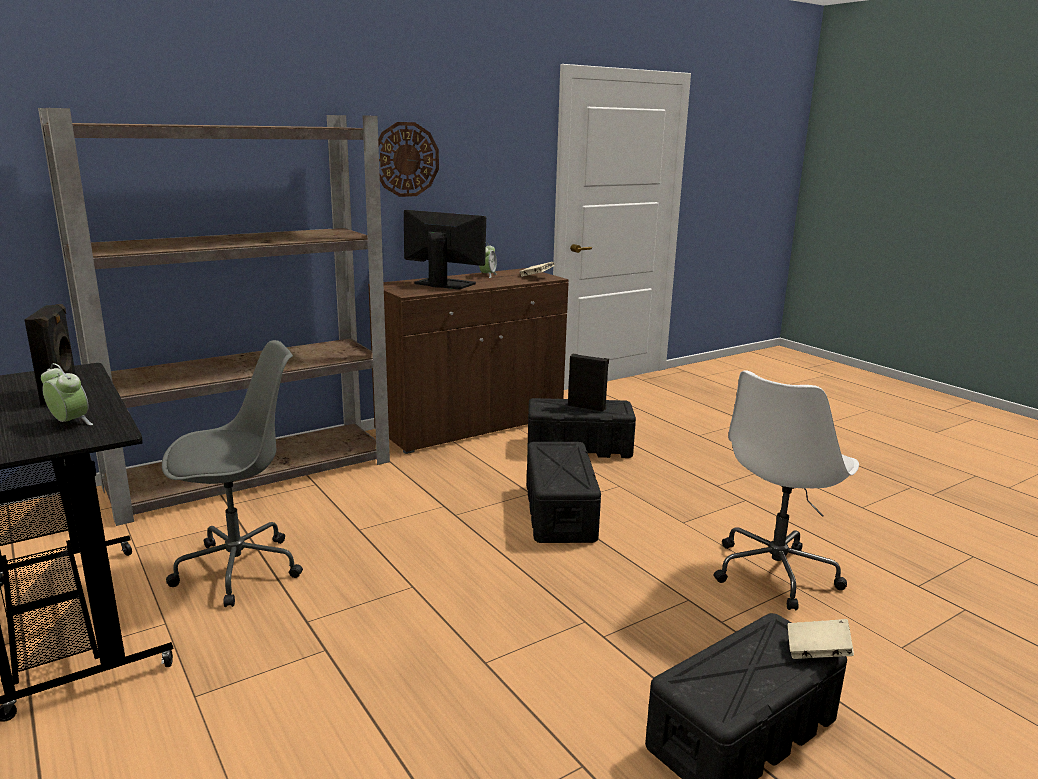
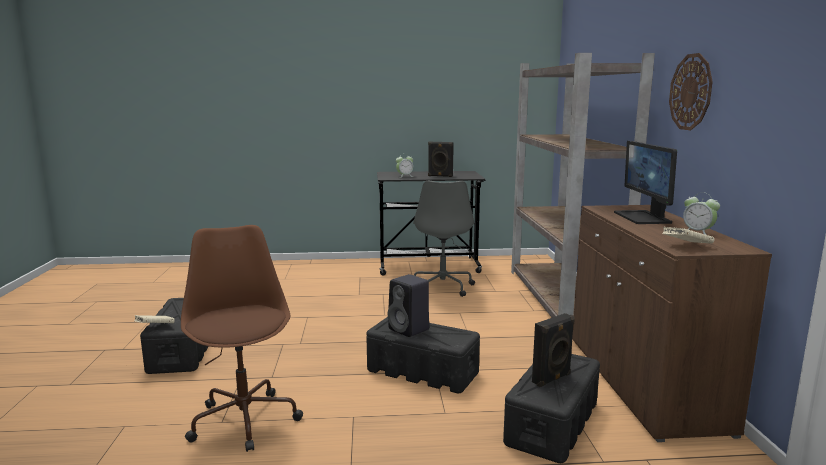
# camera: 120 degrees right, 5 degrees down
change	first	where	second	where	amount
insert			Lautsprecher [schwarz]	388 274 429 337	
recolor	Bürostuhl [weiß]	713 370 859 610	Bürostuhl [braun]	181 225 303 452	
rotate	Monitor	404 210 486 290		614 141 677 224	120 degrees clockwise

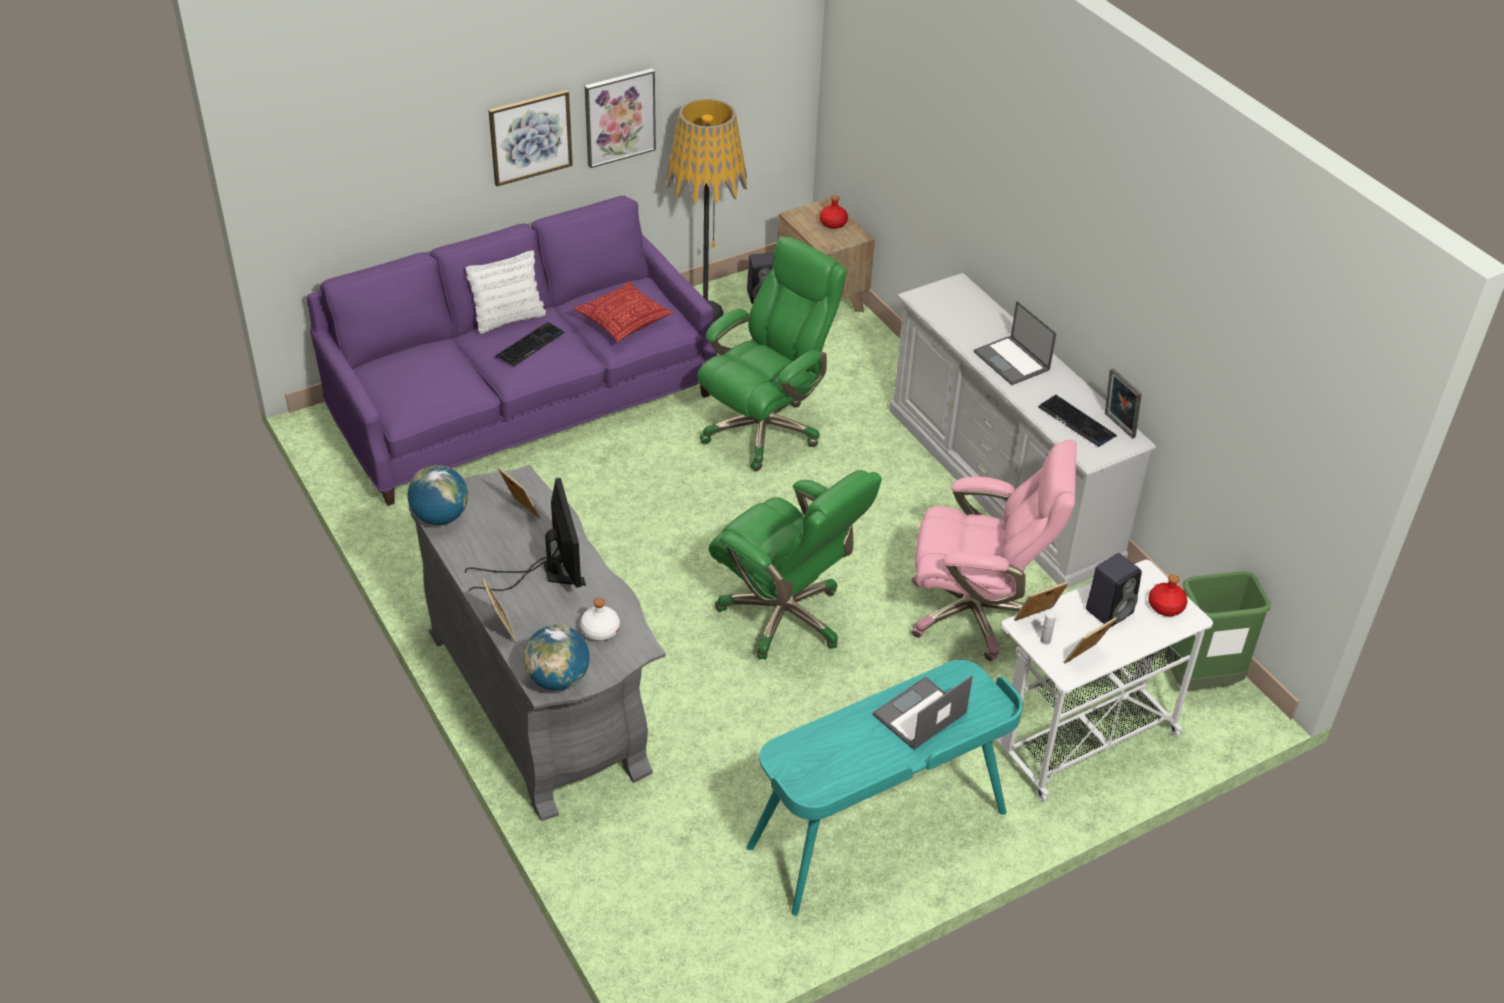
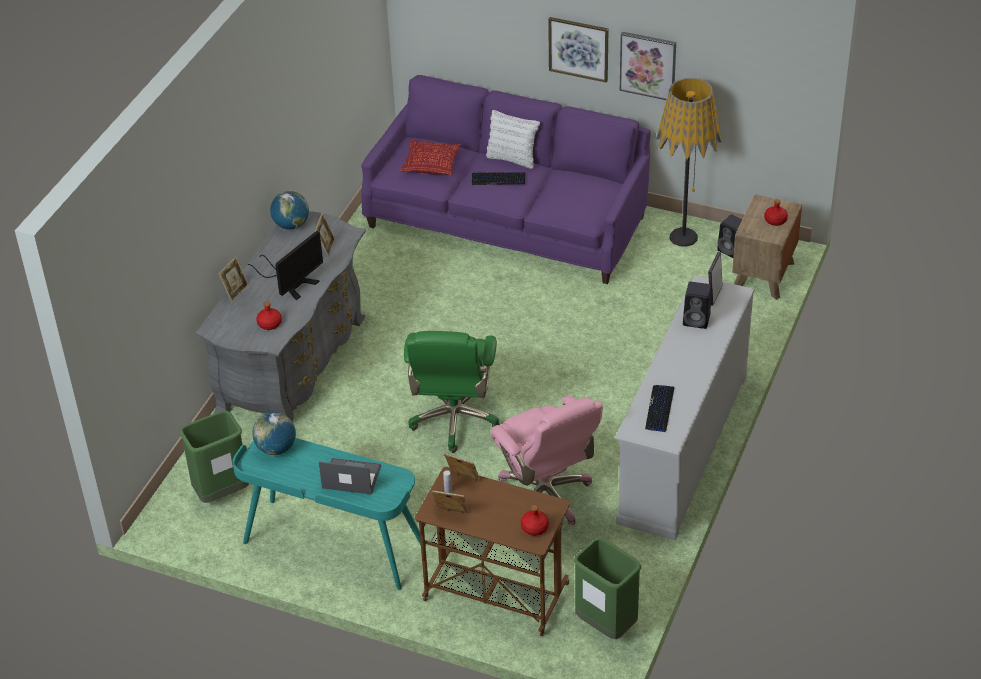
# camera: 55 degrees right, 0 degrees up
change	first	where	second	where	amount
delete	Bürostuhl [grün]	697 236 847 471			
delete	Laptop	974 301 1057 385			
insert			Mülleimer [grün]	180 411 249 503	
move	Globus	524 625 590 691		253 412 296 455	
move	Kissen [rot]	574 281 673 342		400 140 461 176	
move	Lautsprecher [schwarz]	1086 553 1142 627		683 282 711 329	
move	Bilderrahmen	1105 368 1142 439		708 252 723 306	
recolor	Flasche [weiß]	580 598 620 641	Flasche [rot]	256 302 282 330	
recolor	Schreibtisch [weiß]	996 560 1213 802	Schreibtisch [braun]	415 467 570 636	

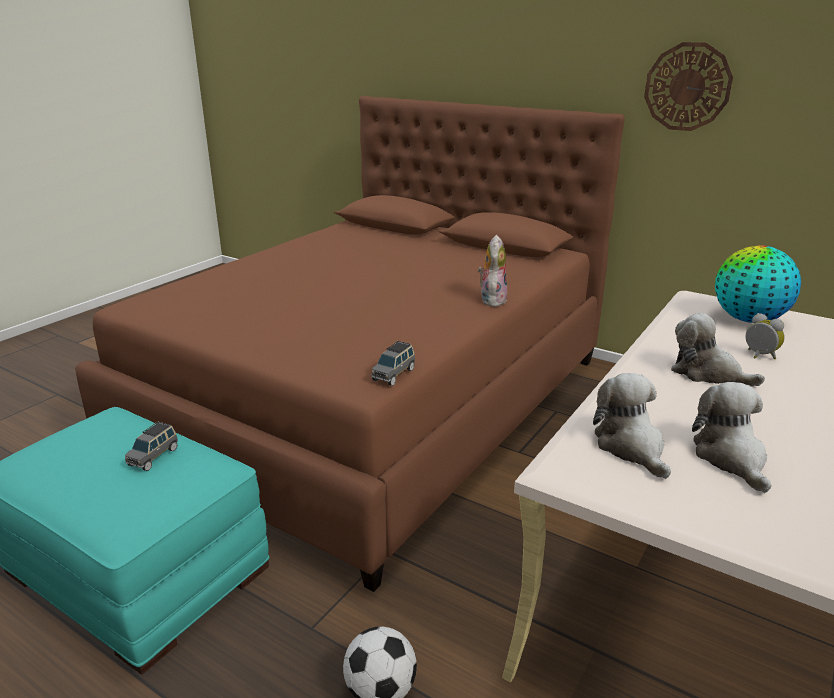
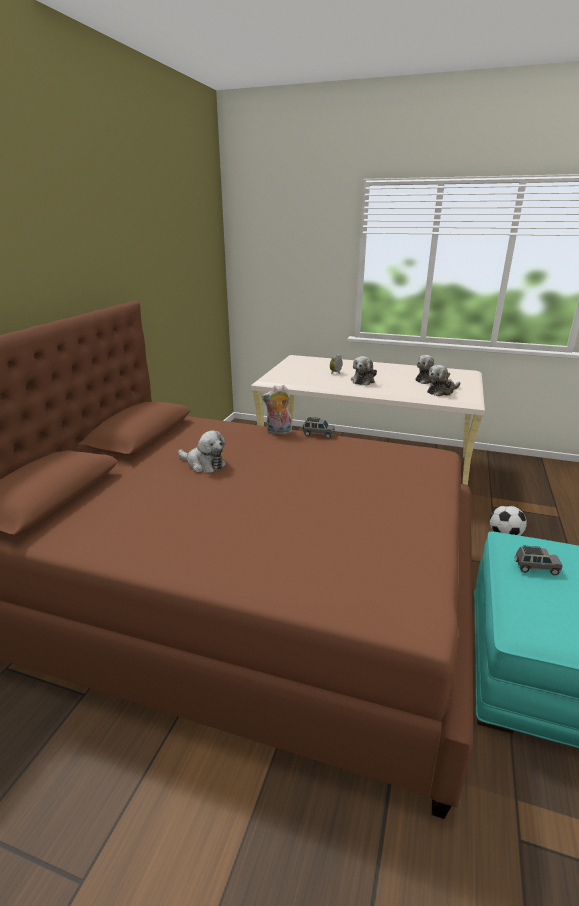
# camera: 105 degrees left, 0 degrees up
change	first	where	second	where	amount
delete	Wanduhr	644 42 733 131			
delete	Globus	715 245 801 323			
insert			Plüschtier	178 430 226 473	
move	Spielzeugauto [grau]	371 341 415 386		303 417 335 439	

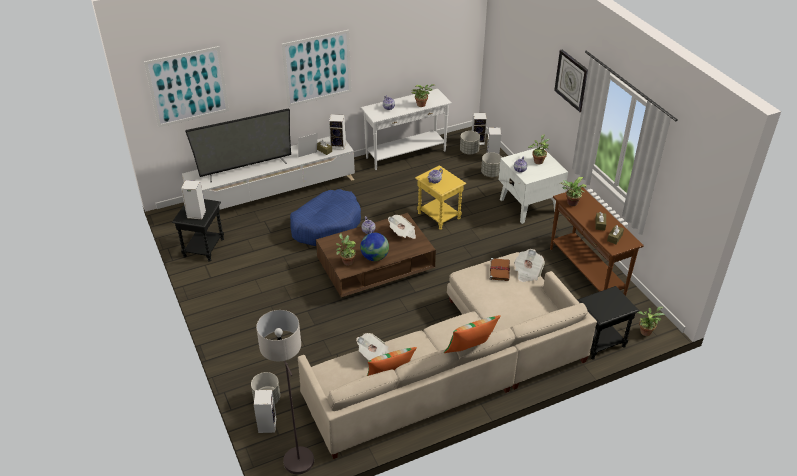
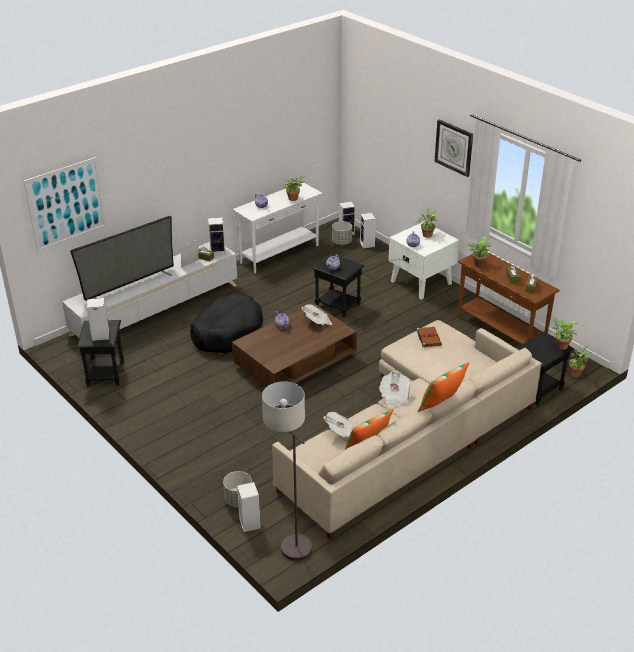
# camera: 15 degrees left, 5 degrees down
change	first	where	second	where	amount
delete	Bild	282 30 352 107			
delete	Globus	360 233 389 261			
delete	Pflanzkübel [grau]	481 152 502 177			
move	Topfpflanze	336 233 357 266		552 317 578 350	
move	Zeitung	514 249 545 282		379 371 412 408	
recolor	Hundebett [blau]	290 189 361 246	Hundebett [schwarz]	190 293 263 353	
recolor	Beistelltisch [gelb]	415 165 467 230	Beistelltisch [schwarz]	311 253 365 318	

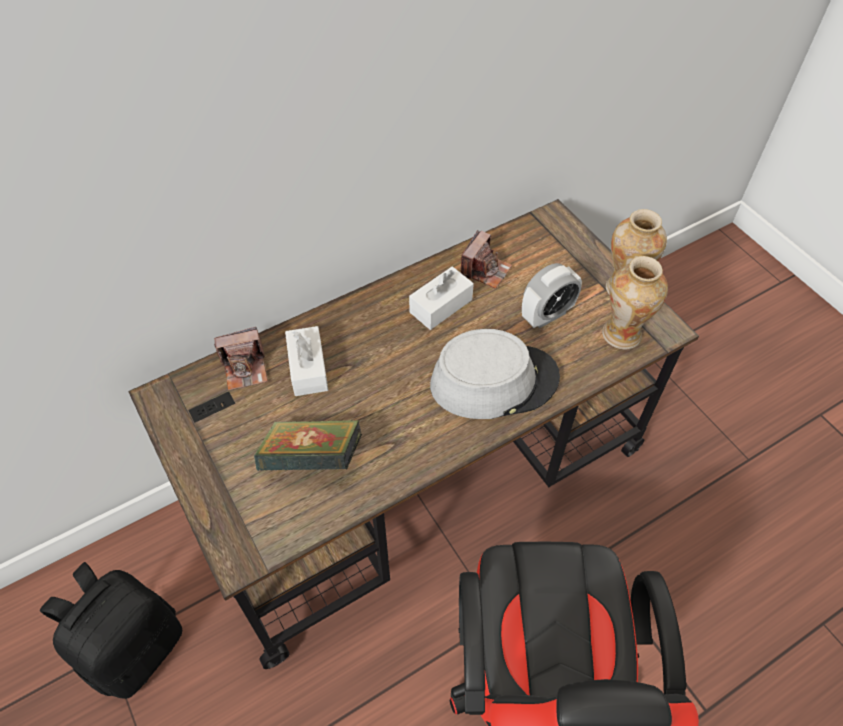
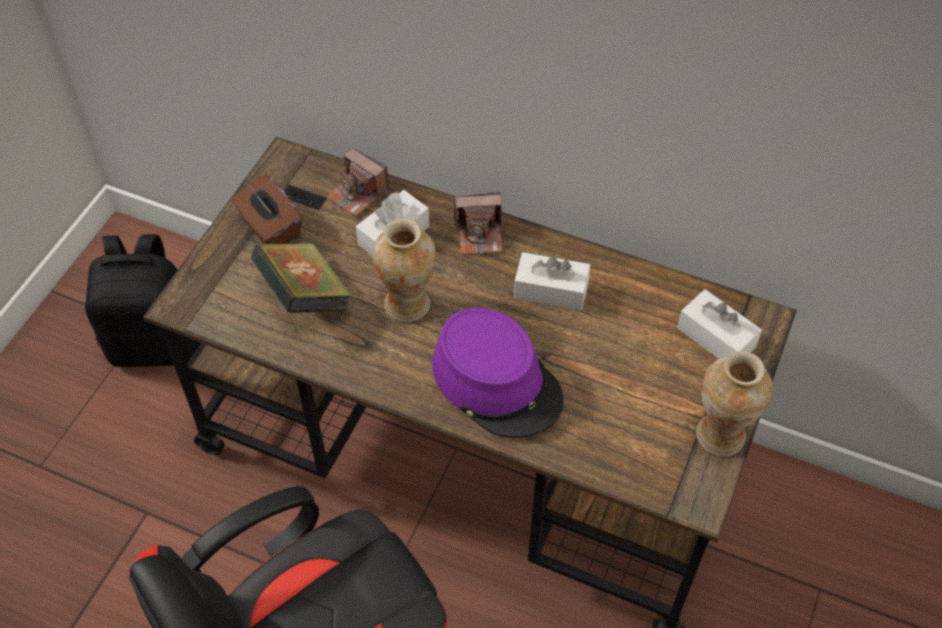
# camera: 55 degrees right, 0 degrees up
change	first	where	second	where	amount
delete	Wecker	522 263 582 328			
insert			Taschentuchbox [braun]	232 174 302 244	
insert			Taschentuchbox [weiß]	677 289 762 359	
move	Kamera	461 230 512 289		453 192 503 255	
move	Vase	602 256 668 350		372 219 436 322	
recolor	Hut [grau]	430 329 560 419	Hut [lila]	432 308 564 438	

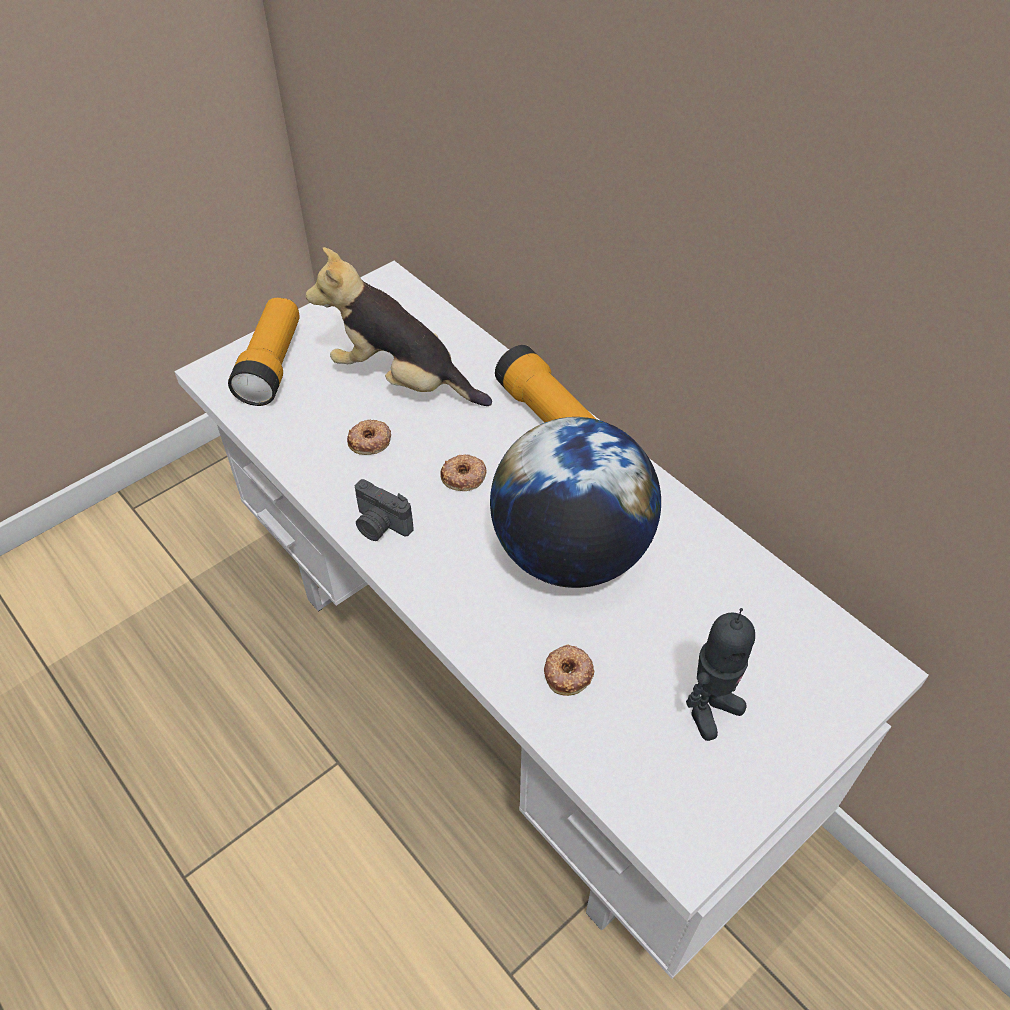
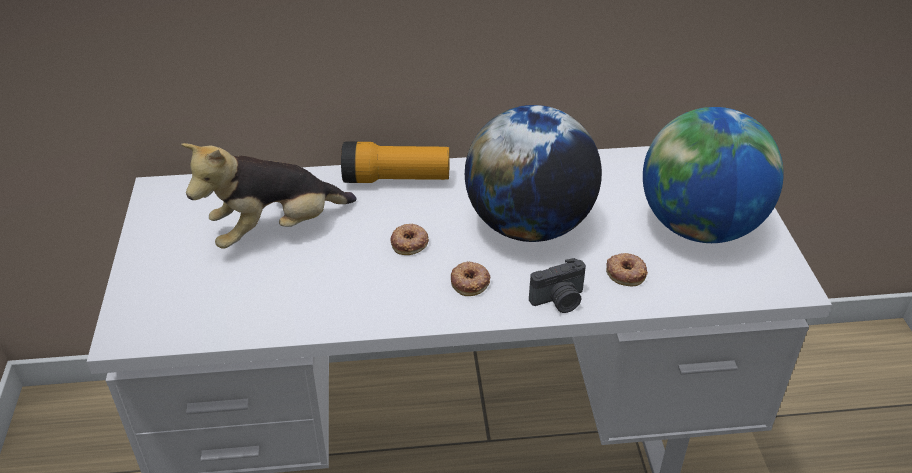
# camera: 55 degrees left, 10 degrees down
change	first	where	second	where	amount
delete	Taschenlampe	228 298 300 406			
move	Donut	347 420 391 455		451 262 490 296	
move	Kamera	355 479 414 541		529 258 586 313	
replace	Spielzeugroboter	686 608 755 741	Globus	643 107 784 243	

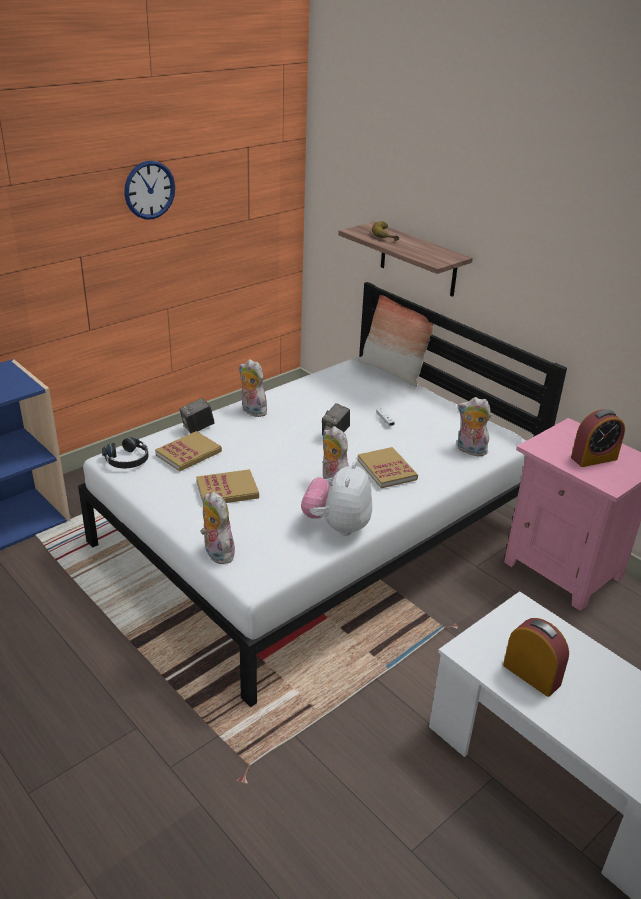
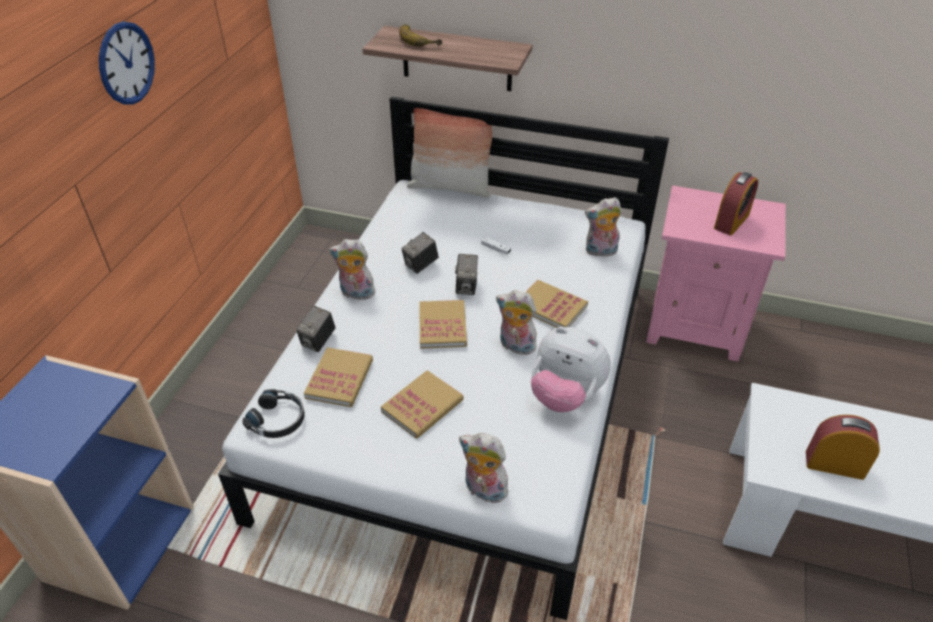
# camera: 30 degrees left, 10 degrees up
change	first	where	second	where	amount
insert			Kamera	401 232 439 274	
insert			Buch	419 300 467 349	
rotate	Plüschtier	301 462 372 536		531 327 611 412	45 degrees counterclockwise

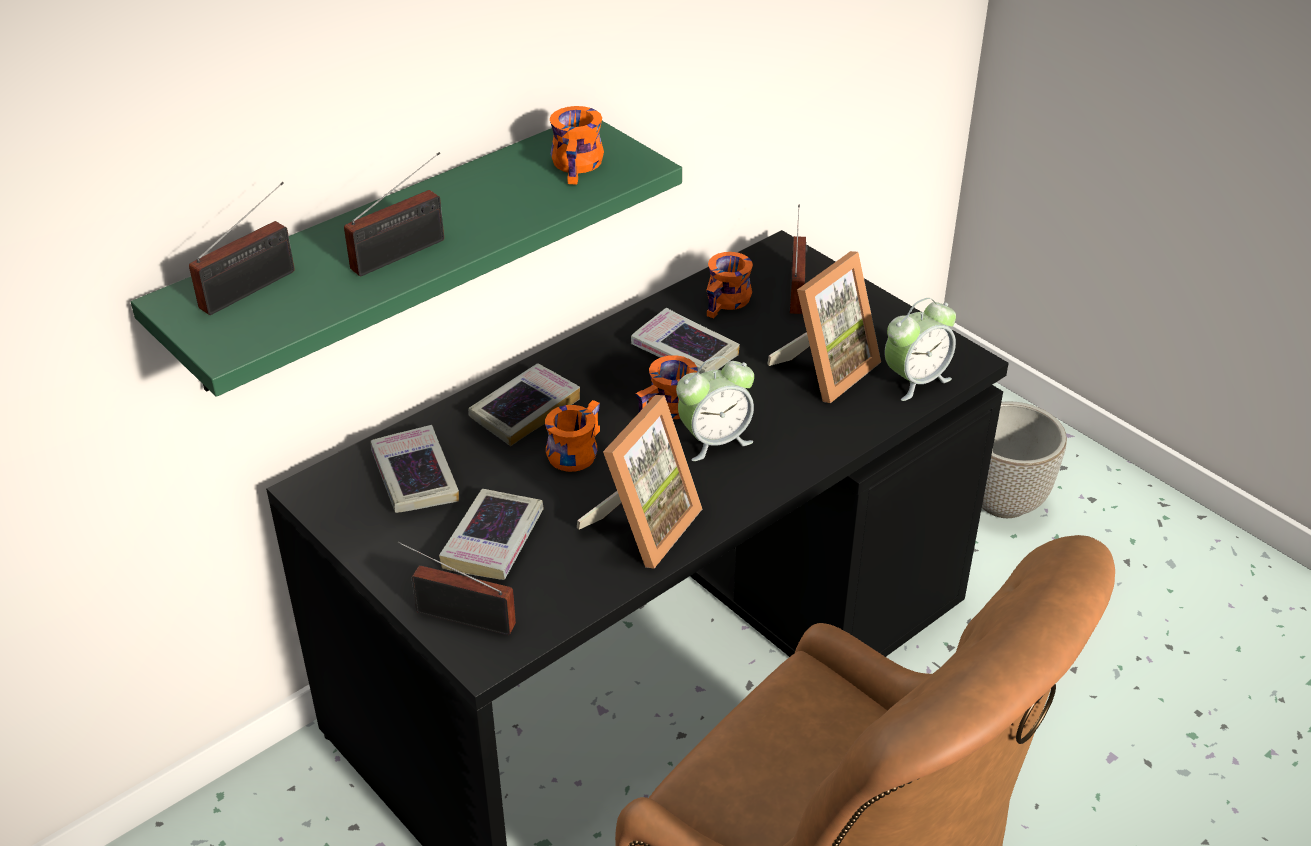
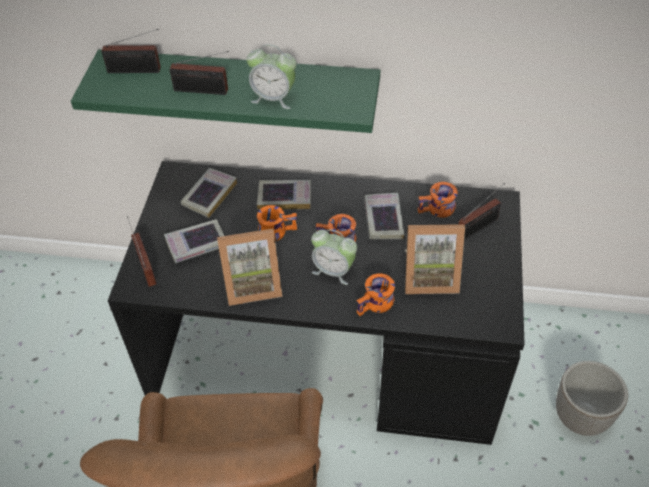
# camera: 50 degrees right, 10 degrees up
change	first	where	second	where	amount
move	Henkelbecher [orange]	550 106 604 185		356 273 395 316	
move	Wecker	885 298 956 401		246 44 296 109	

